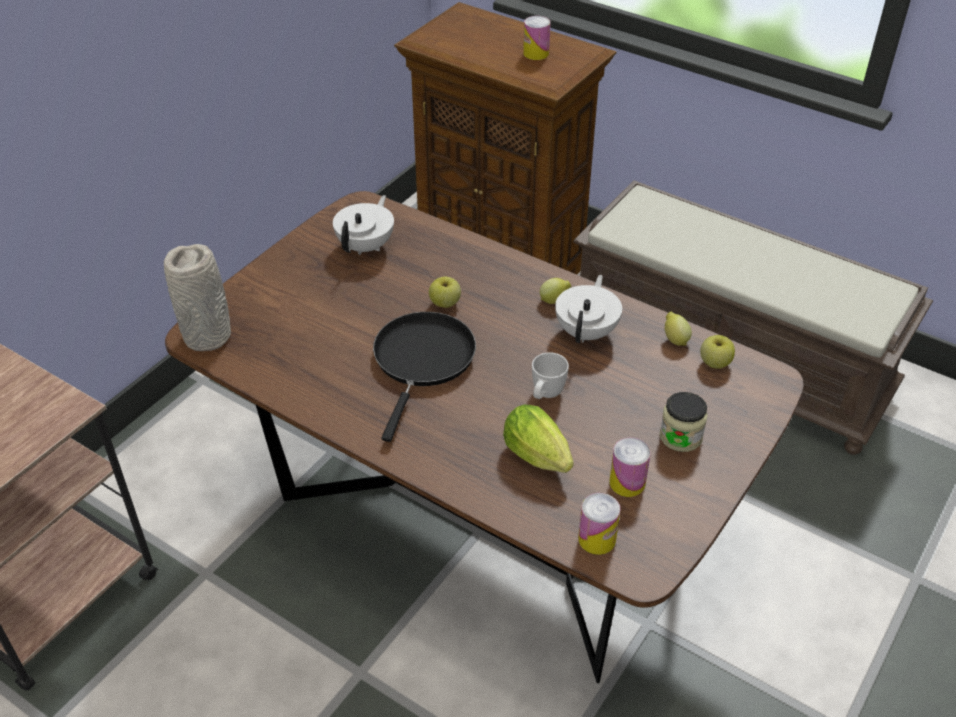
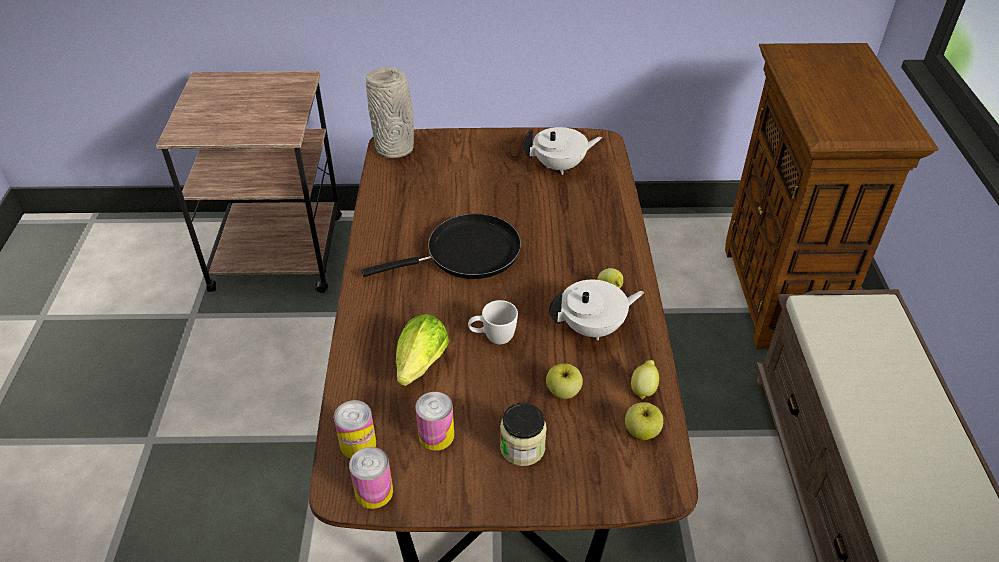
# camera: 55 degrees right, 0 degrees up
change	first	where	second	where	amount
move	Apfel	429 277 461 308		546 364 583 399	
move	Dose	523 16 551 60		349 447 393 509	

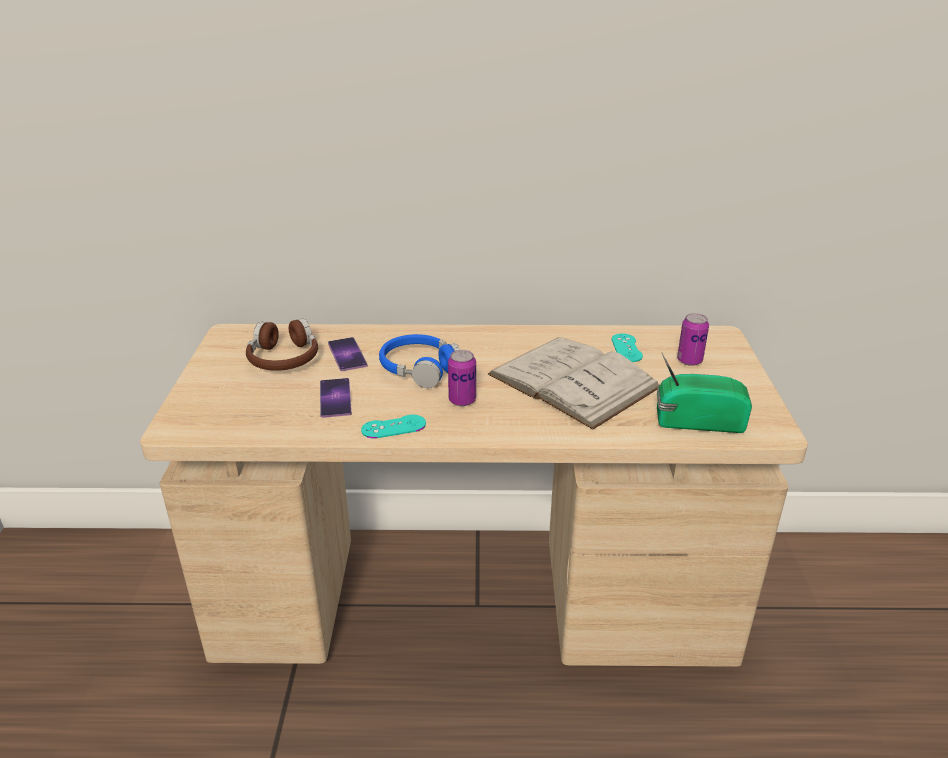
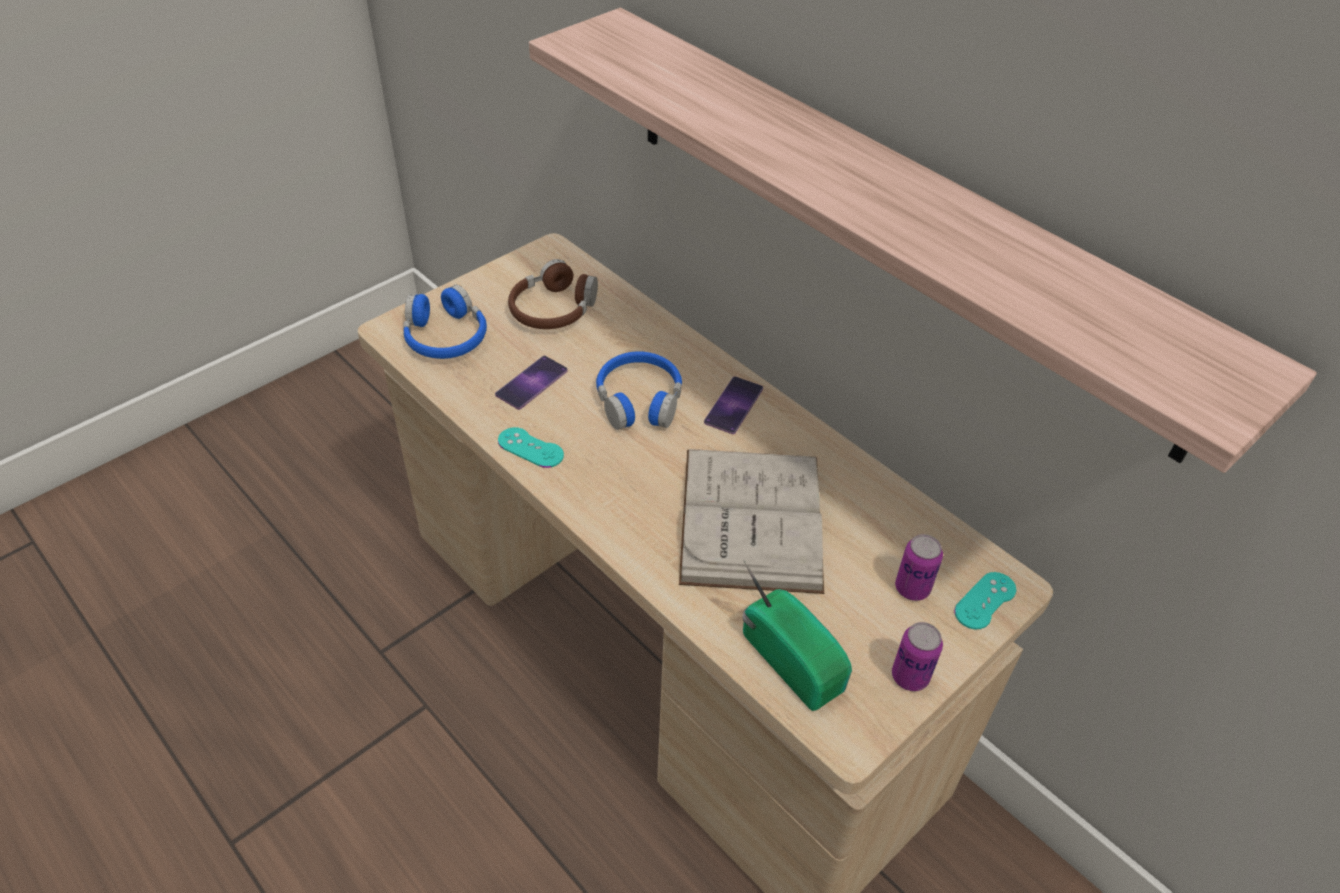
# camera: 45 degrees right, 15 degrees up
change	first	where	second	where	amount
insert			Kopfhörer [blau]	403 285 487 359	
insert			Wandregal	529 8 1317 473	
move	Handy	328 337 368 371		704 376 763 434	
move	Dose	448 350 476 406		892 622 943 691	
move	Gamepad [türkis]	612 333 643 362		954 572 1016 629	

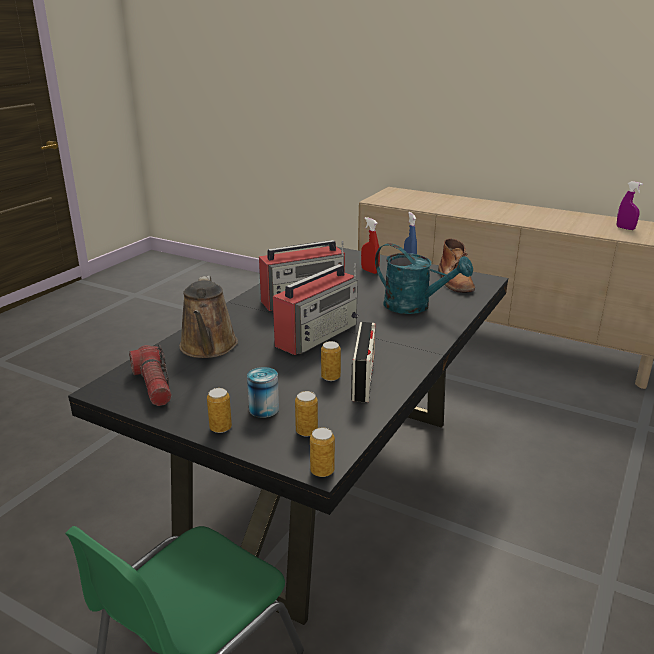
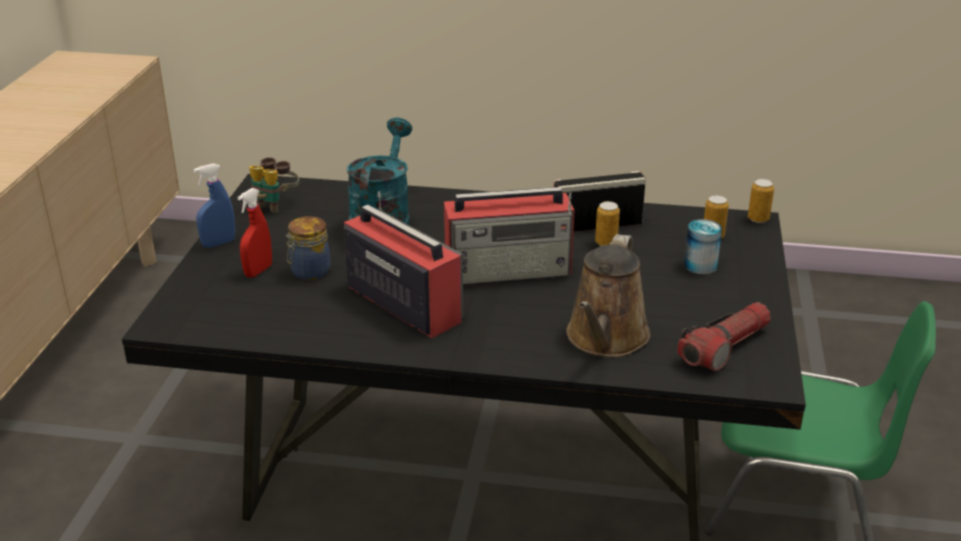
# camera: 110 degrees left, 5 degrees up
change	first	where	second	where	amount
delete	Dose	207 388 232 433			
delete	Sprühflasche [lila]	617 181 643 230			
insert			Vorratsglas	286 216 331 280	
replace	Stiefel [braun]	438 238 475 293	Fernglas	249 157 299 213	
rotate	Gießkanne [braun]	179 276 238 358		566 234 650 357	135 degrees clockwise
rotate	Radio	273 264 359 355		444 187 575 285	150 degrees clockwise

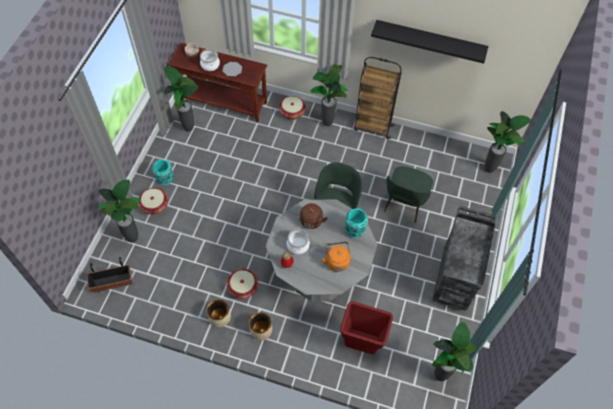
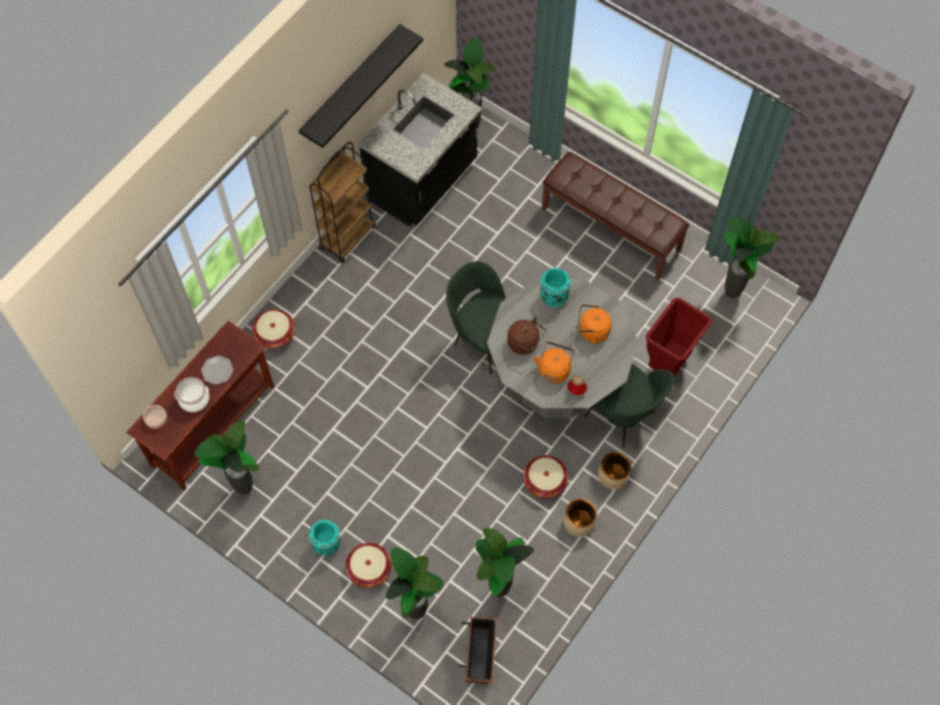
# camera: 70 degrees left, 5 degrees up
change	first	where	second	where	amount
insert			Küchenzeile [schwarz]	358 73 482 227	
move	Topfpflanze	310 64 347 126		475 528 534 597	
move	Stuhl [grün]	384 166 433 223		584 364 675 447	
replace	Kochtopf	287 229 310 255	Wasserkessel [orange]	533 342 575 384	
replace	Rollwagen [schwarz]	432 206 497 311	Bank [braun]	542 152 690 280	

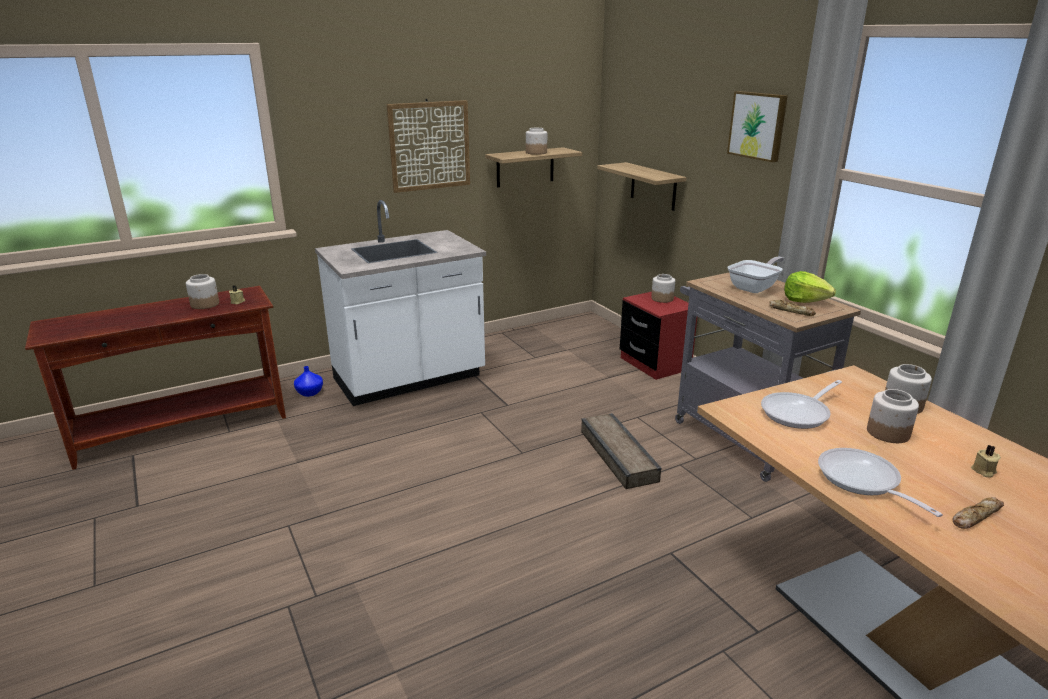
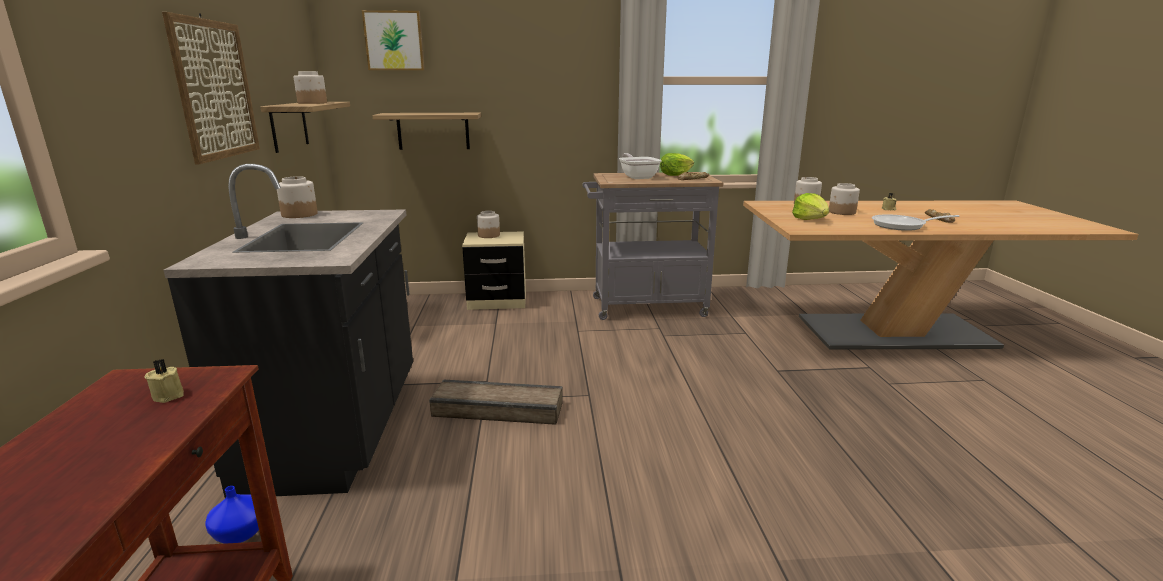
# camera: 65 degrees left, 5 degrees down
change	first	where	second	where	amount
move	Vorratsglas	186 274 219 309		277 176 318 218	
move	Kiste	581 413 662 489		429 379 563 425	
move	Bild	727 91 788 162		362 10 425 70	
replace	Pfanne	761 380 842 429	Salatkopf	792 193 829 220	
recolor	Küchenzeile [weiß]	315 200 486 406	Küchenzeile [schwarz]	163 164 413 498	
recolor	Nachttisch [rot]	620 292 697 380	Nachttisch [beige]	462 232 526 310	

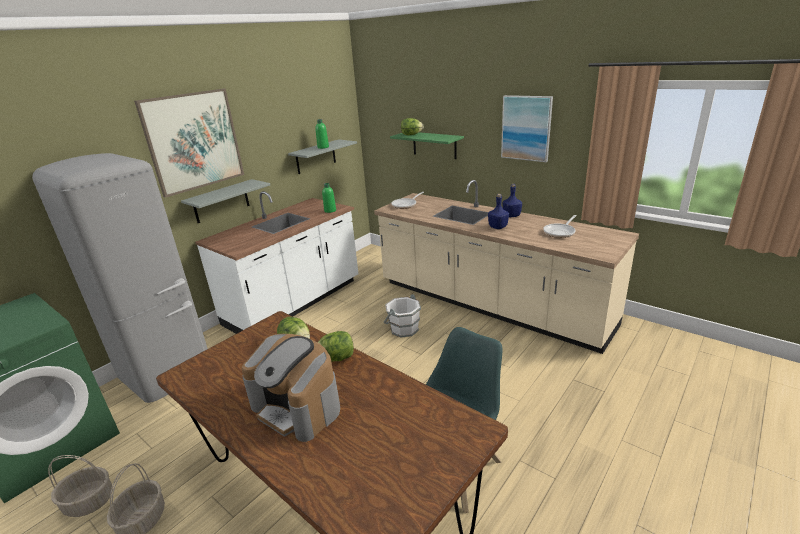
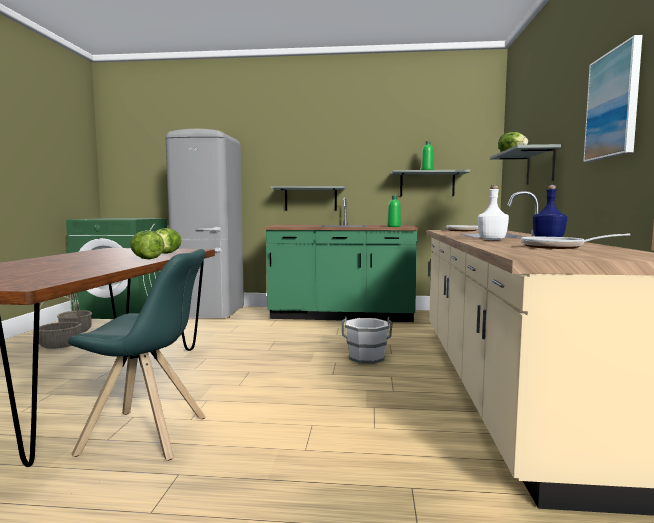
# camera: 55 degrees right, 20 degrees down
change	first	where	second	where	amount
delete	Bild	134 89 244 198			
delete	Kaffeemaschine	242 334 340 442			
recolor	Küchenzeile [weiß]	195 191 359 334	Küchenzeile [grün]	264 197 418 322	
recolor	Wandregal [grün]	390 132 464 159	Wandregal [grau]	490 144 561 185	
recolor	Flasche [blau]	488 194 509 229	Flasche [weiß]	478 185 509 240	

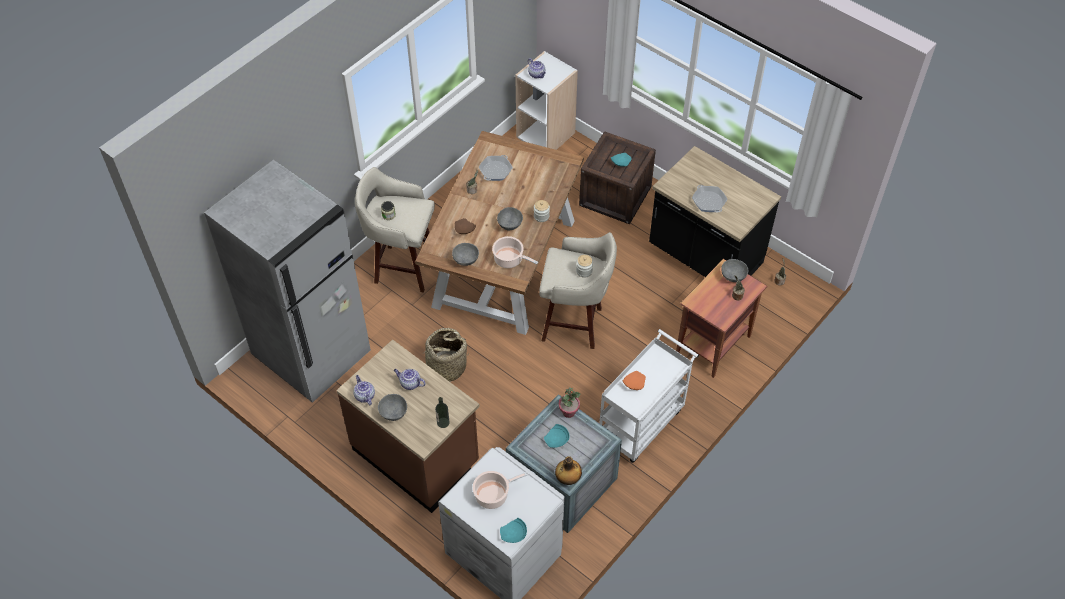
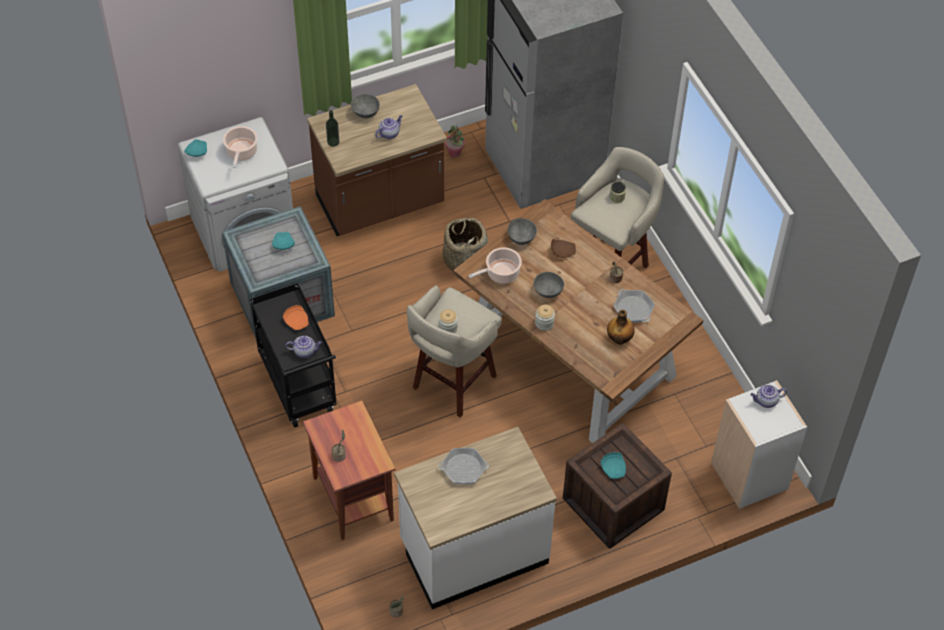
# camera: 115 degrees right, 0 degrees up
change	first	where	second	where	amount
delete	Schüssel [grau]	721 259 748 282			
move	Teekanne	353 375 375 405		285 336 323 358	
move	Flasche	555 456 582 485		607 310 635 345	
move	Topfpflanze	559 387 580 418		445 125 465 157	
recolor	Rollwagen [weiß]	599 329 699 463	Rollwagen [schwarz]	250 283 337 428	
recolor	Küchenzeile [schwarz]	649 146 781 277	Küchenzeile [weiß]	394 427 557 609	

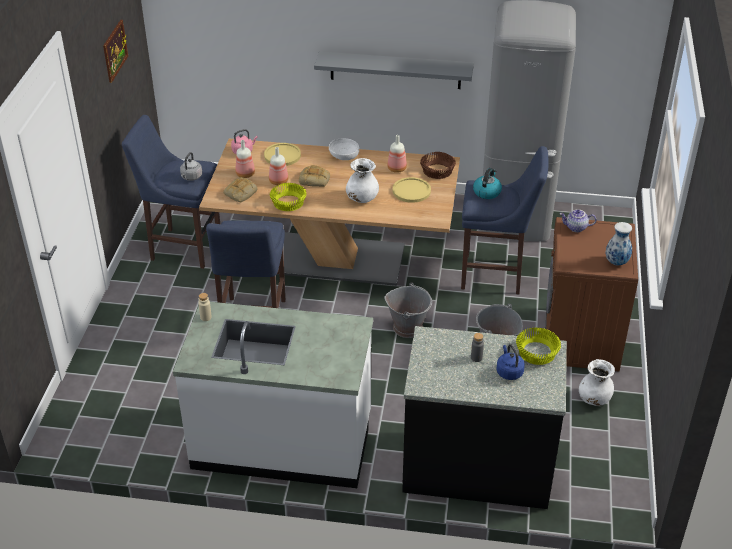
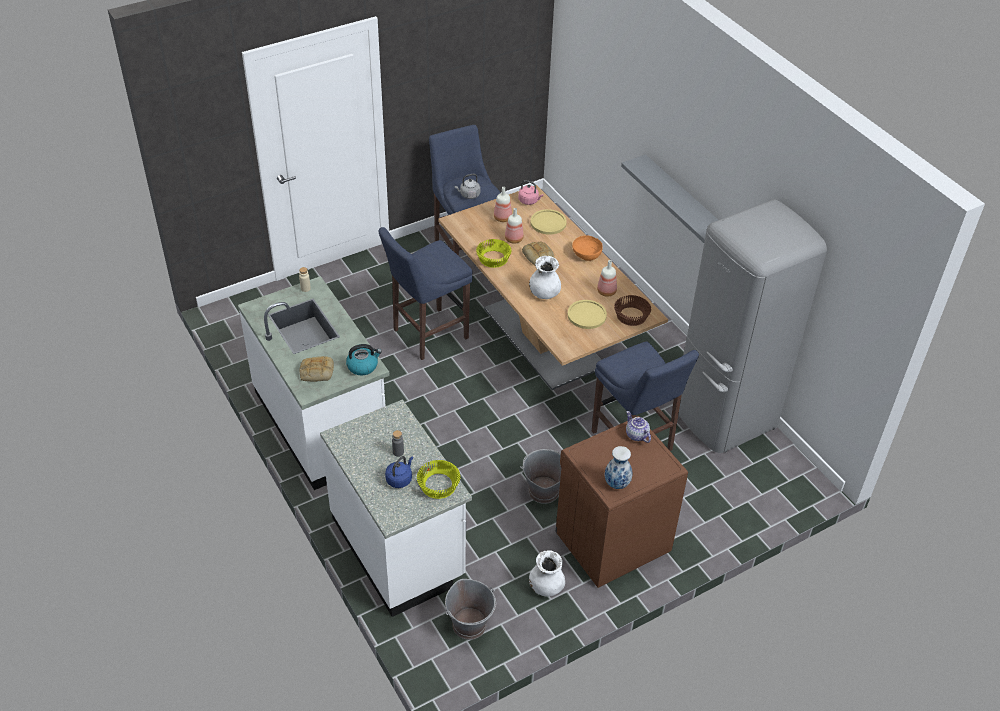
# camera: 50 degrees right, 5 degrees up
change	first	where	second	where	amount
delete	Bild	103 20 128 83			
move	Brot	223 177 258 202		299 356 334 382	
move	Eimer [grau]	384 282 432 338		445 579 497 640	
move	Wasserkessel	473 168 502 199		346 344 382 375	
recolor	Schüssel [weiß]	329 138 359 160	Schüssel [orange]	572 236 603 261	
recolor	Küchenzeile [schwarz]	402 326 567 509	Küchenzeile [weiß]	320 400 472 617	

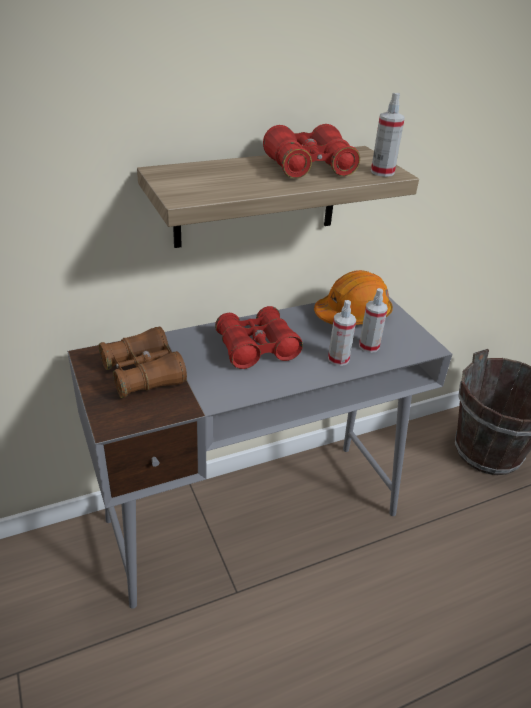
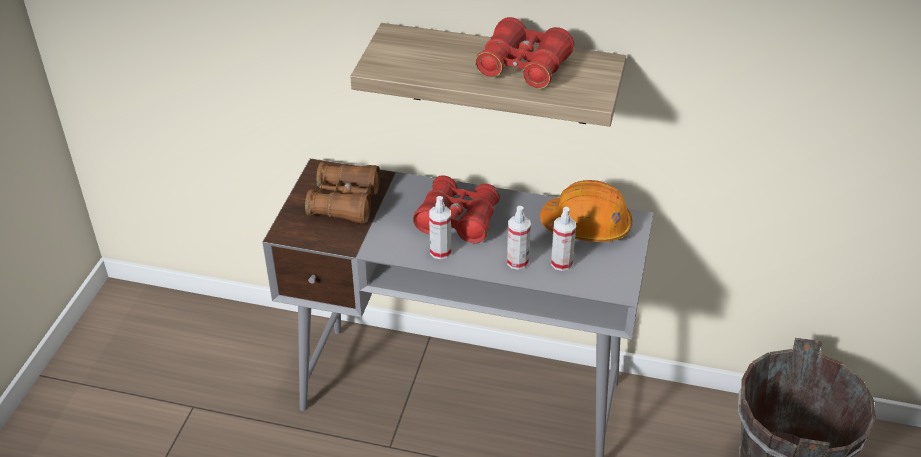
# camera: 40 degrees right, 5 degrees up
change	first	where	second	where	amount
move	Sprühflasche	371 93 405 177		429 196 451 259	

